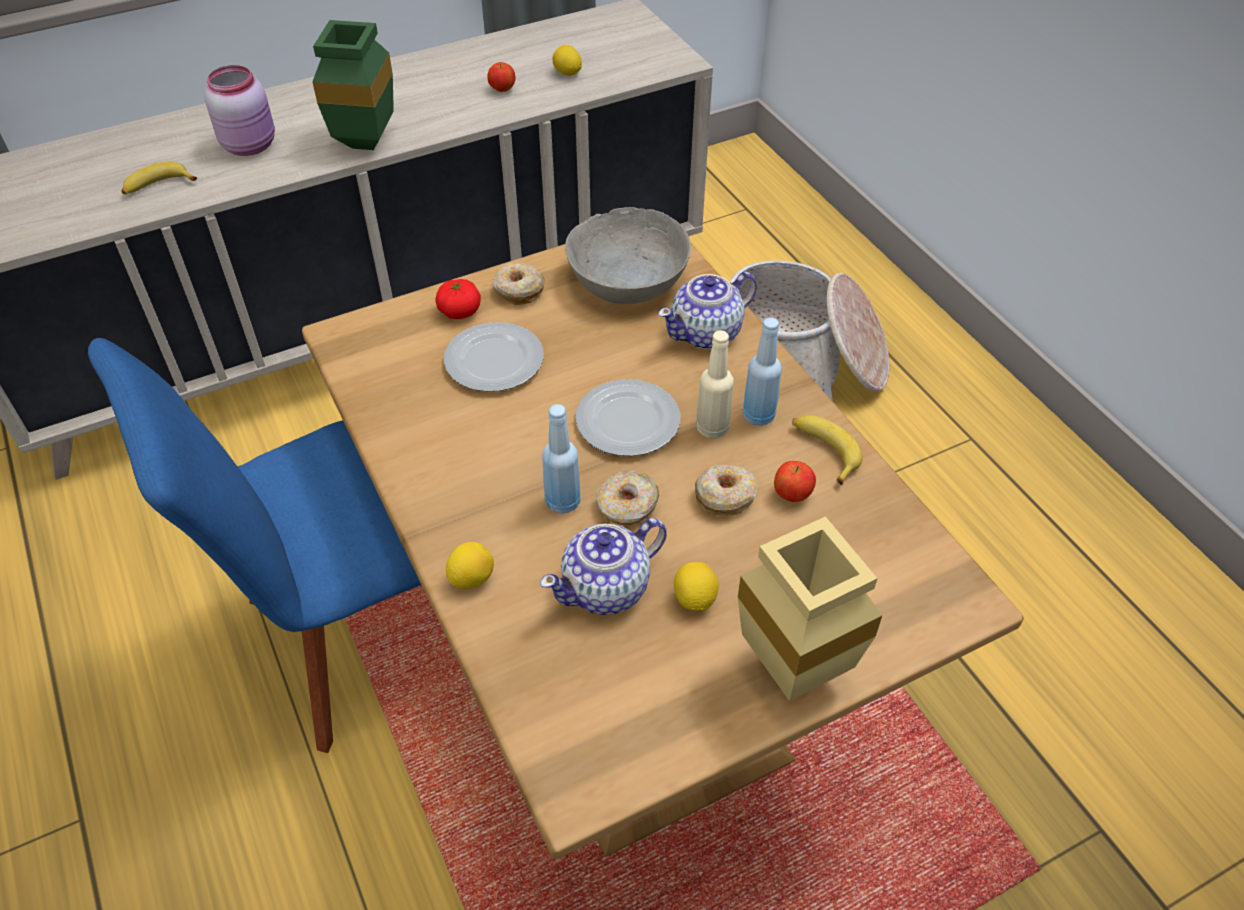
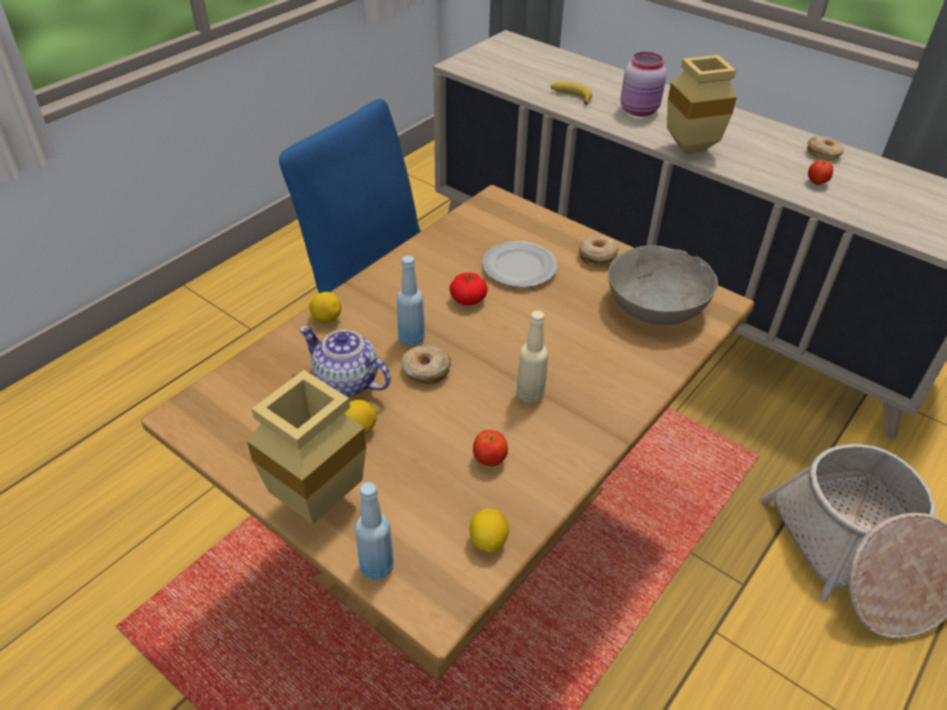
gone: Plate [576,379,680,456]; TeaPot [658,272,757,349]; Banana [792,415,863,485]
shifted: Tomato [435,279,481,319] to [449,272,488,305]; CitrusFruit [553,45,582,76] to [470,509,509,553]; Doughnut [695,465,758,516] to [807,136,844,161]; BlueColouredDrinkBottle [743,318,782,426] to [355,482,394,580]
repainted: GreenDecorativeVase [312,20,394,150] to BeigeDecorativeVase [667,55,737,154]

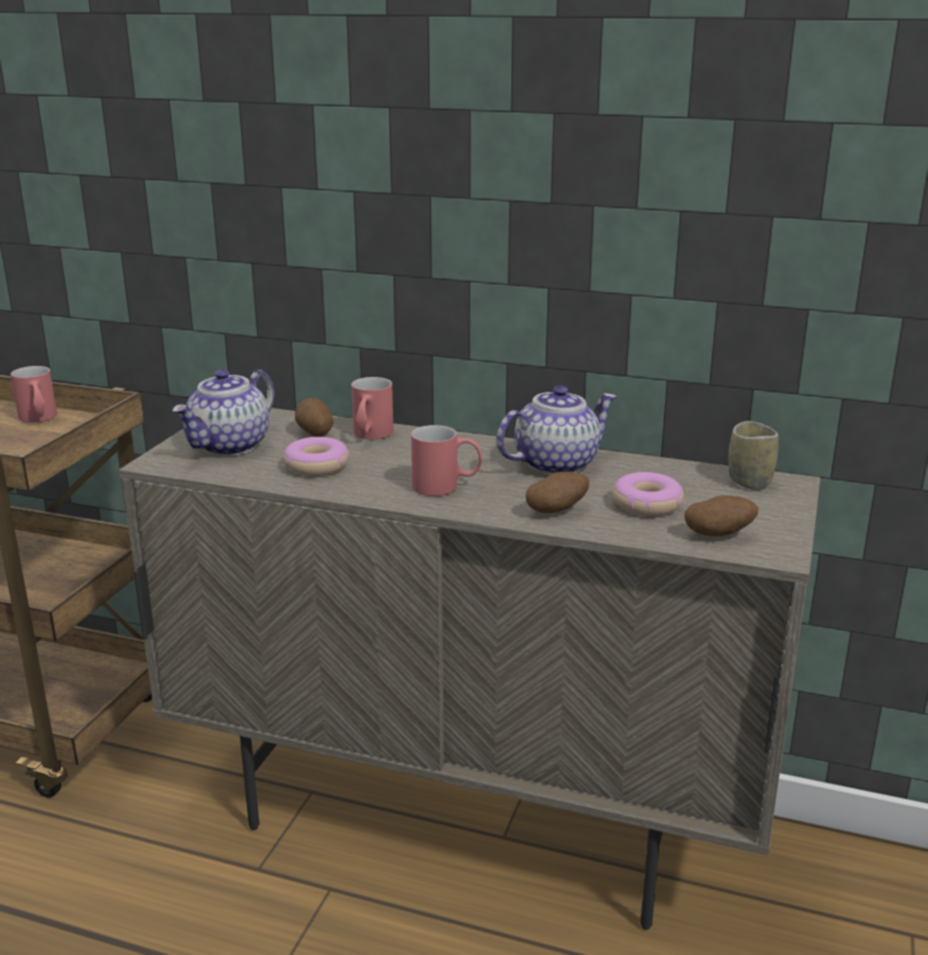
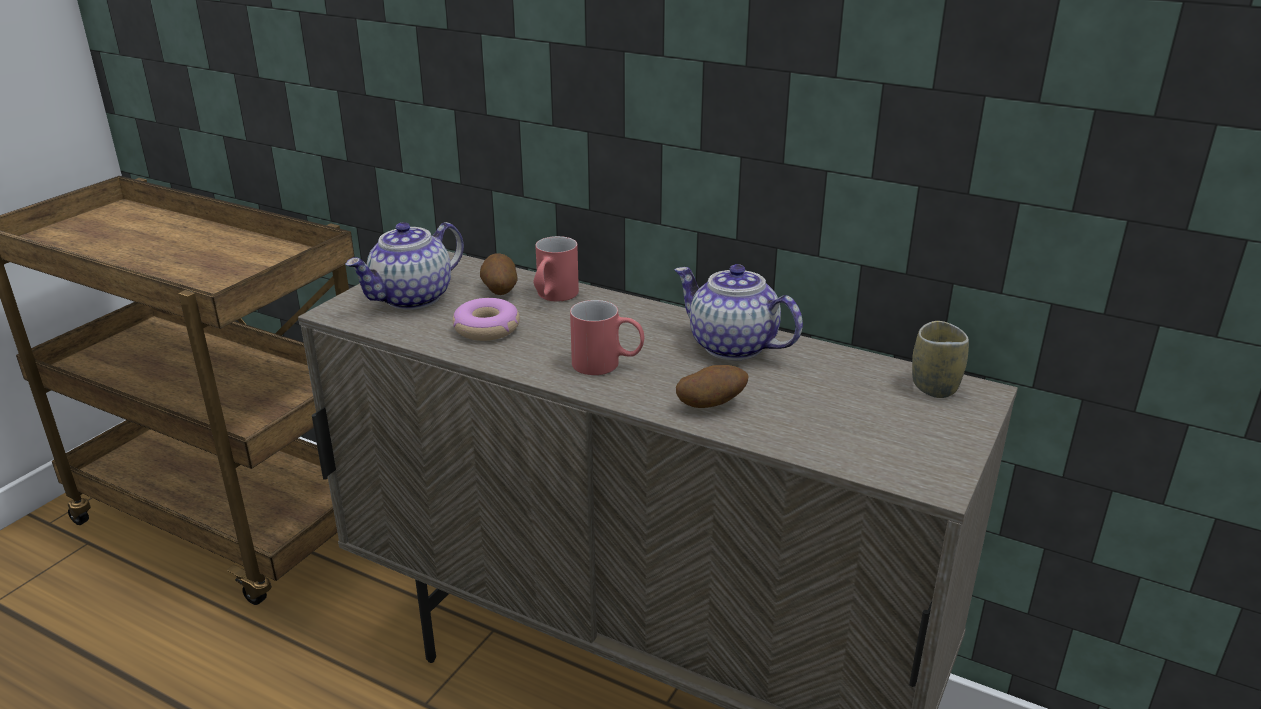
gone: RedMug [11,366,57,423]; Doughnut [612,472,684,516]; WholePotato [684,495,759,536]
rotated: TeaPot [496,385,617,475] = [674,264,803,361] 120 degrees counterclockwise

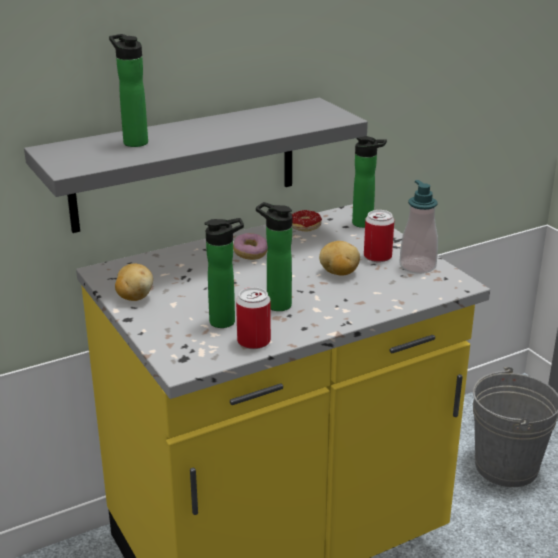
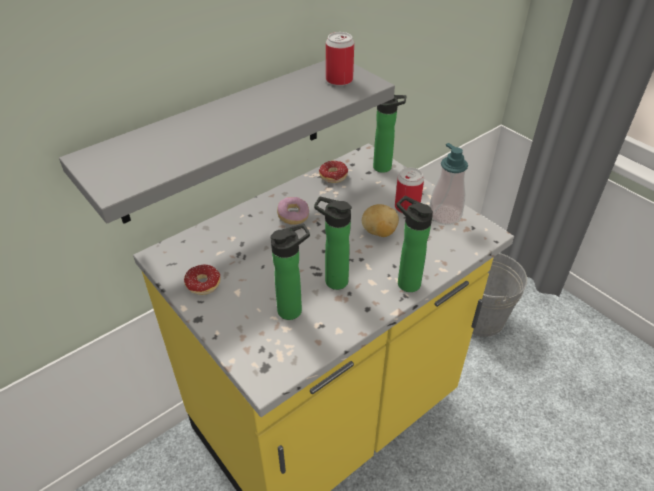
shifted: DrinkBottle [109,34,148,147] to [396,196,433,292]; Can [236,287,271,349] to [326,32,354,86]
swapped: WholePotato [115,264,153,301] to Doughnut [184,265,220,295]

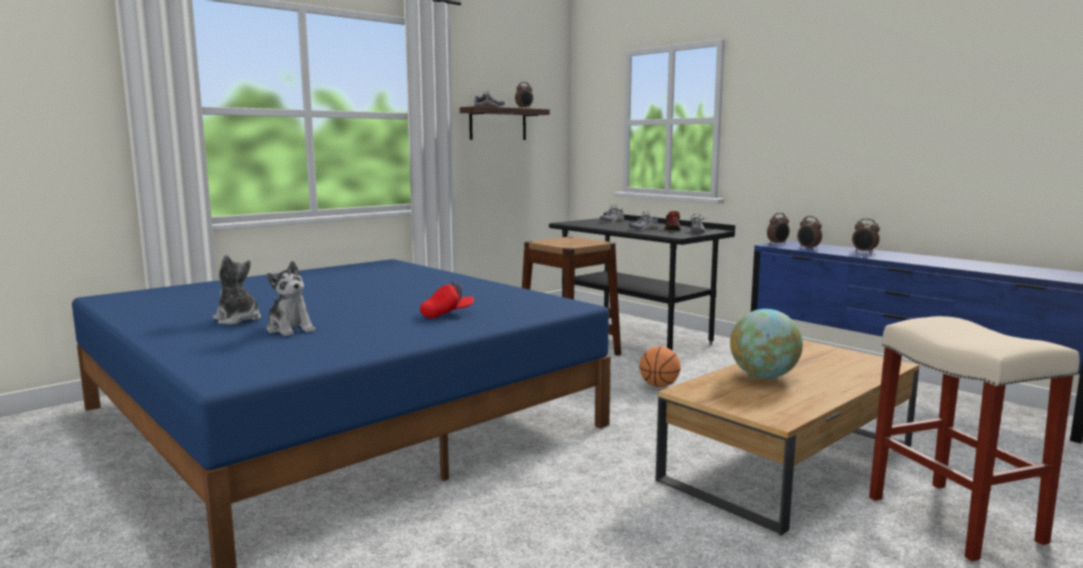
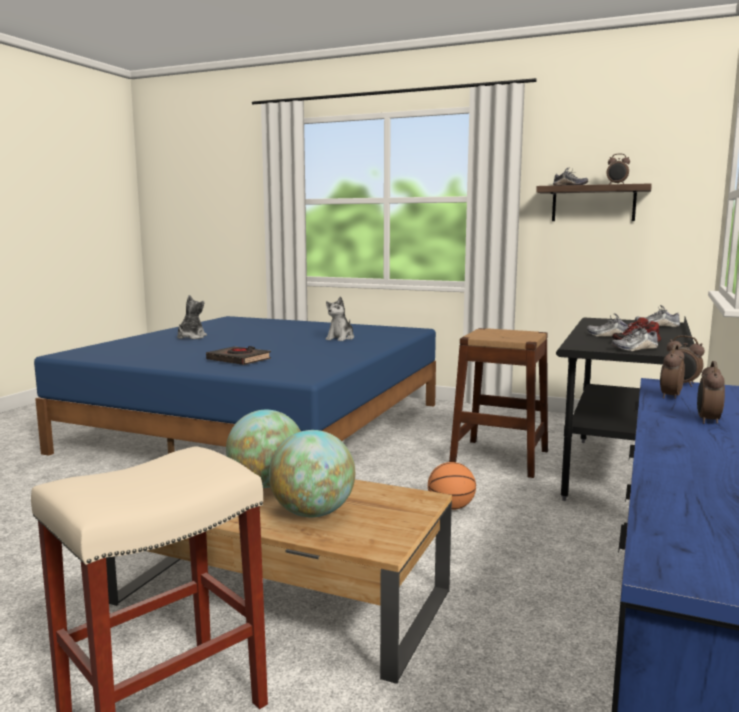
new: Globe [269,430,355,518]
shifted: CuddlyToy [266,261,315,336] to [325,296,354,341]
swapped: RedBaseballCap [420,281,474,318] to BlackBoundBook [206,346,271,365]

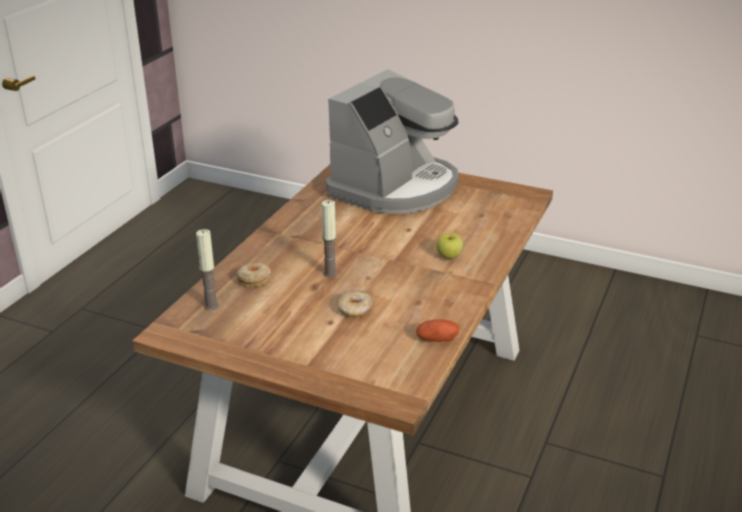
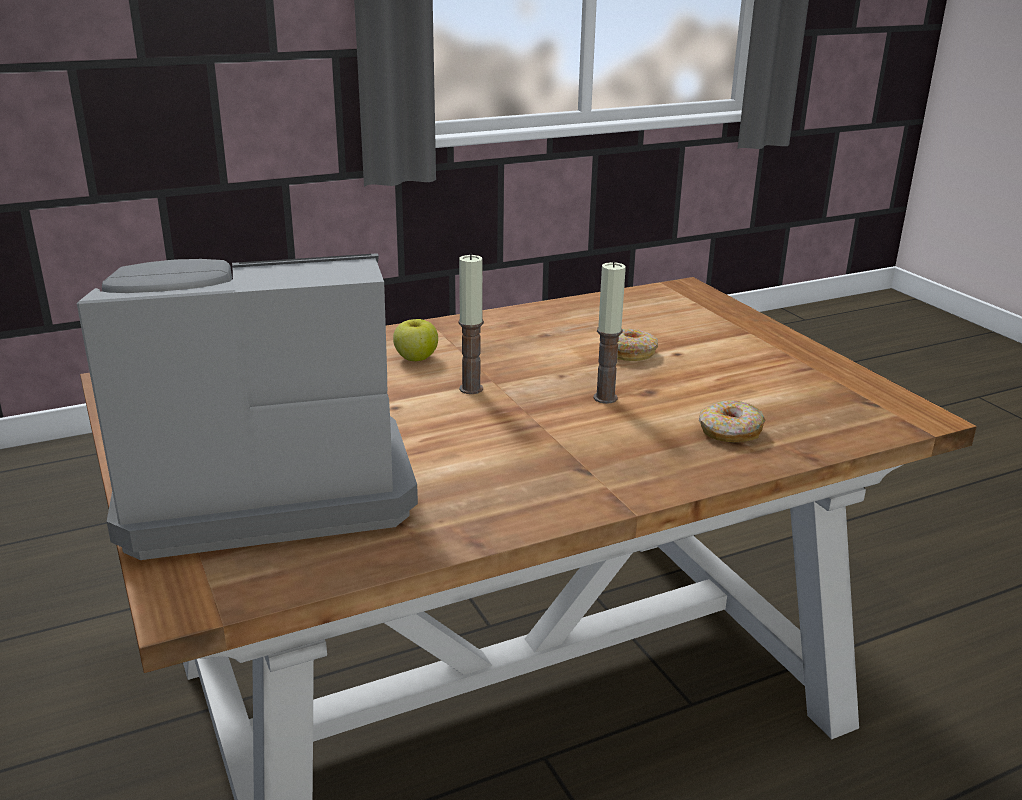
gone: WholePotato [416,319,459,342]
shifted: WaxCandle [196,229,219,310] to [459,254,484,394]

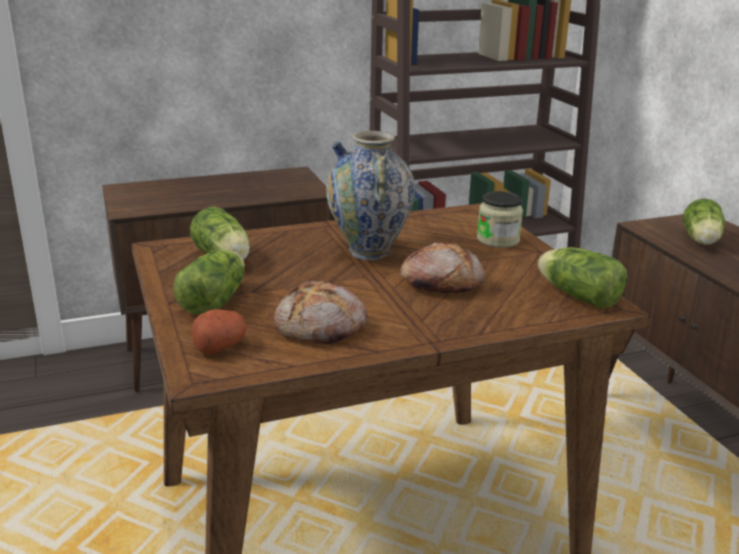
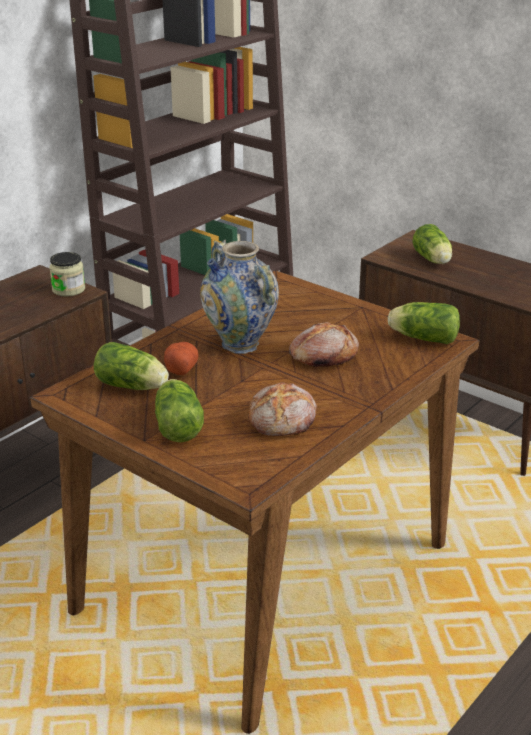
shifted: WholePotato [192,309,247,355] to [164,342,199,375]; StorageJar [477,191,523,248] to [50,252,85,297]

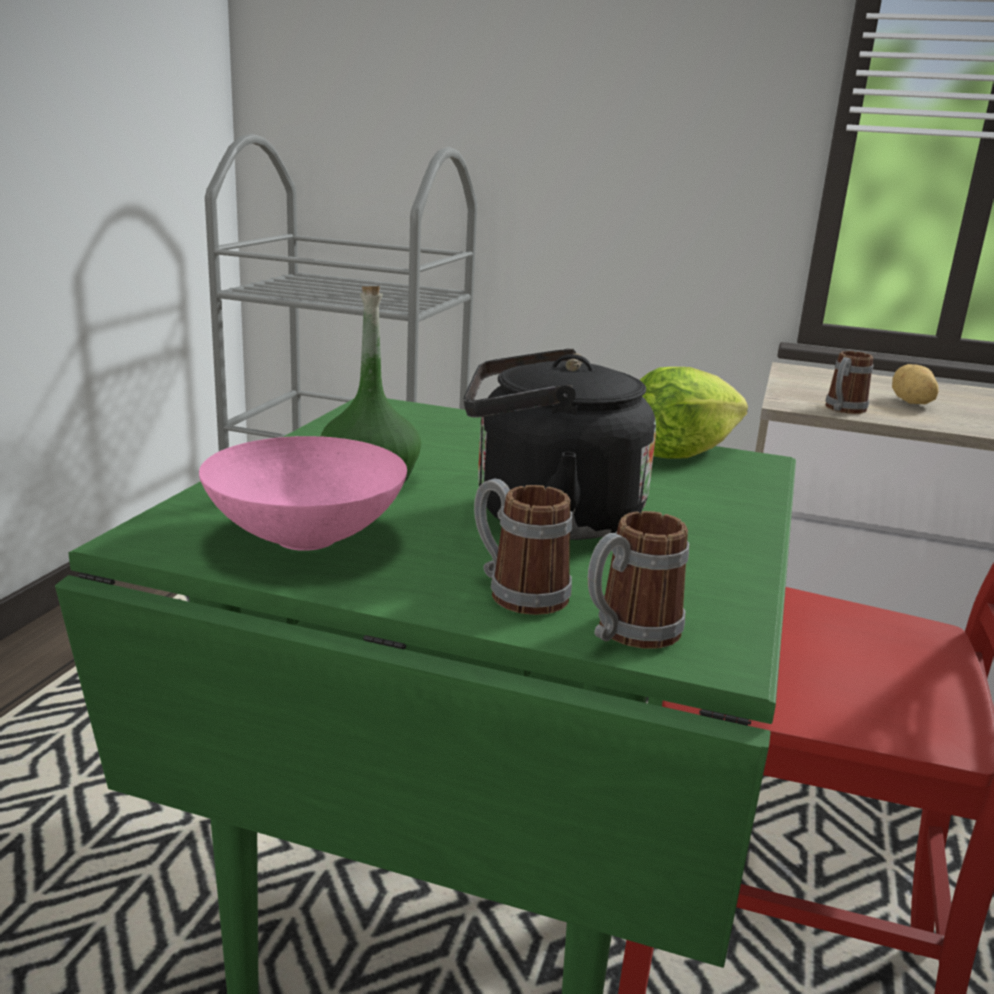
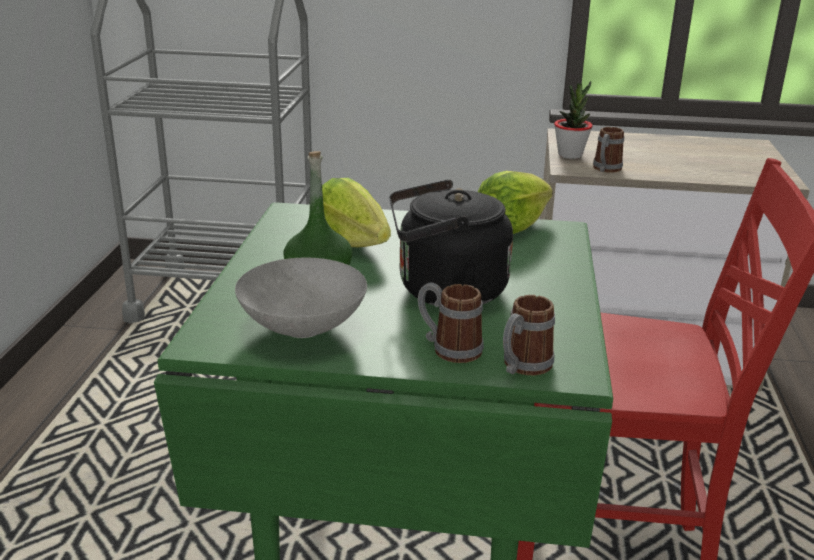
gone: WholePotato [892,364,939,404]
new: LettuceHead [322,178,391,247]; PlantInAPot [554,81,593,159]
repainted: PinkDeepDish [199,436,407,551] to GreyDeepDish [235,257,367,338]

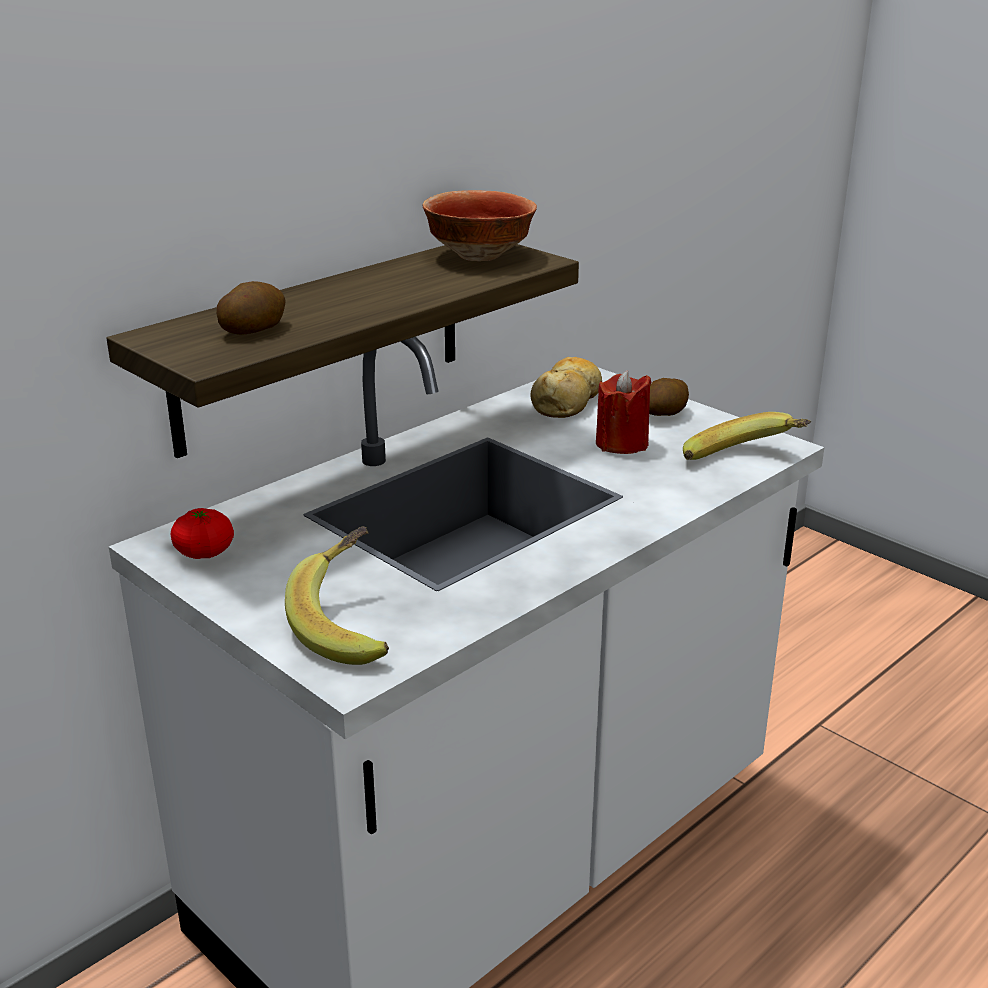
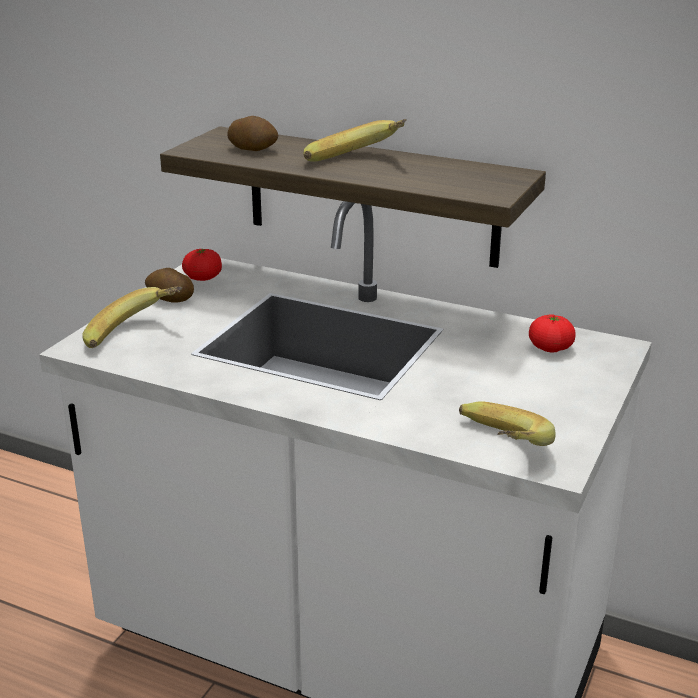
gone: DeepDish [423,190,537,261]; RedWaxCandle [596,370,651,454]
new: Banana [304,119,407,162]
shifted: WholePotato [649,378,689,416] to [145,268,194,303]
swapped: BakeryBread [530,357,602,418] to Tomato [529,314,576,352]

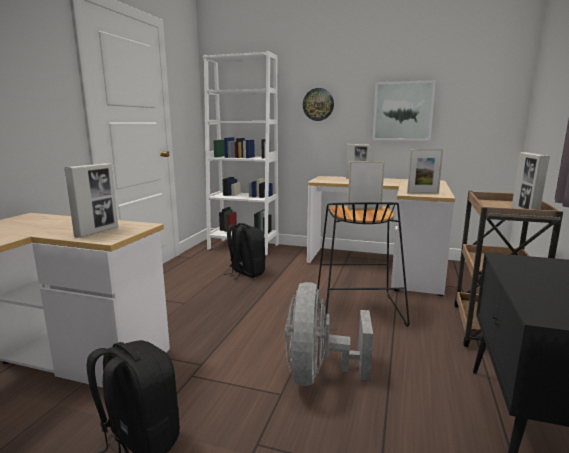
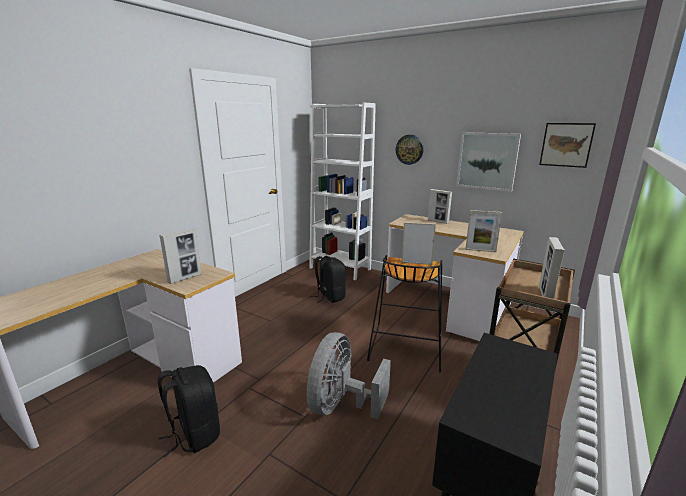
new: WallPicture [539,123,596,168]

